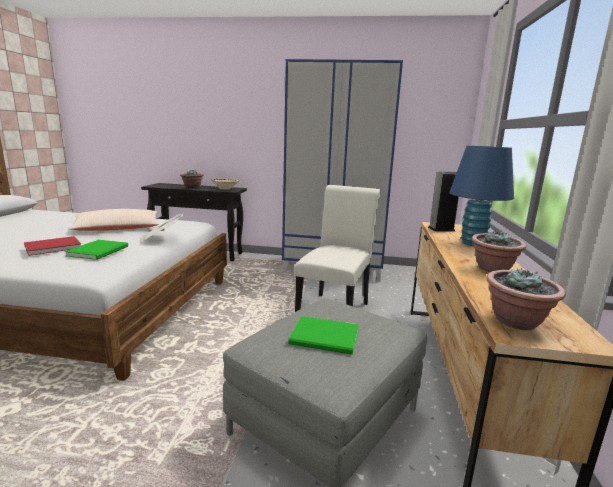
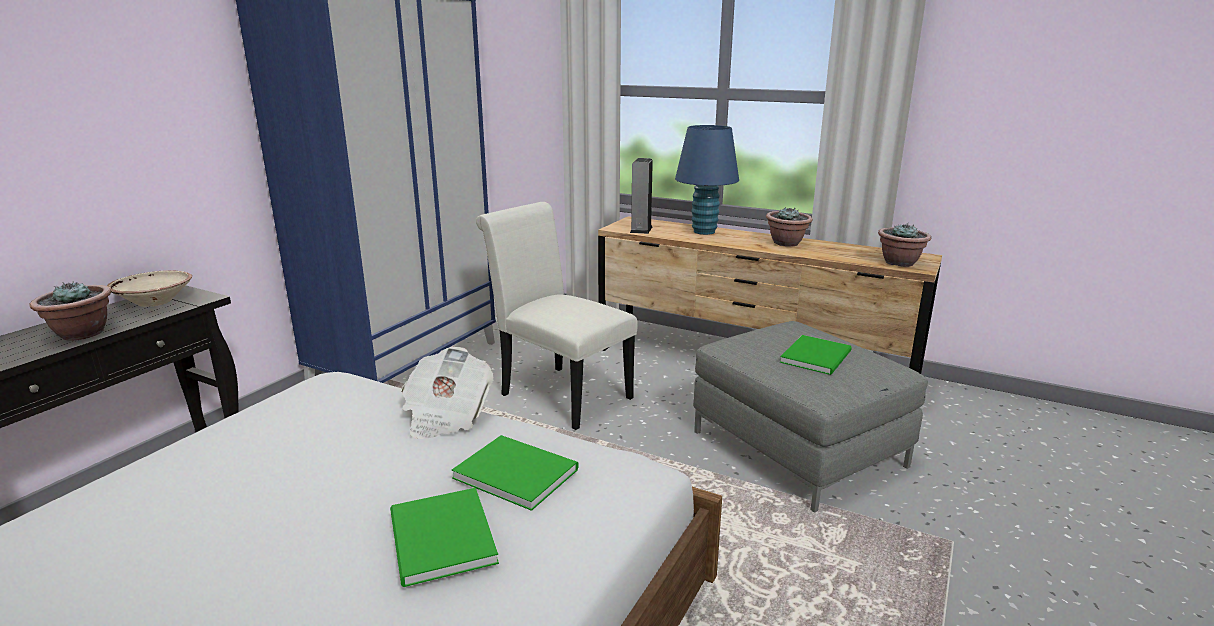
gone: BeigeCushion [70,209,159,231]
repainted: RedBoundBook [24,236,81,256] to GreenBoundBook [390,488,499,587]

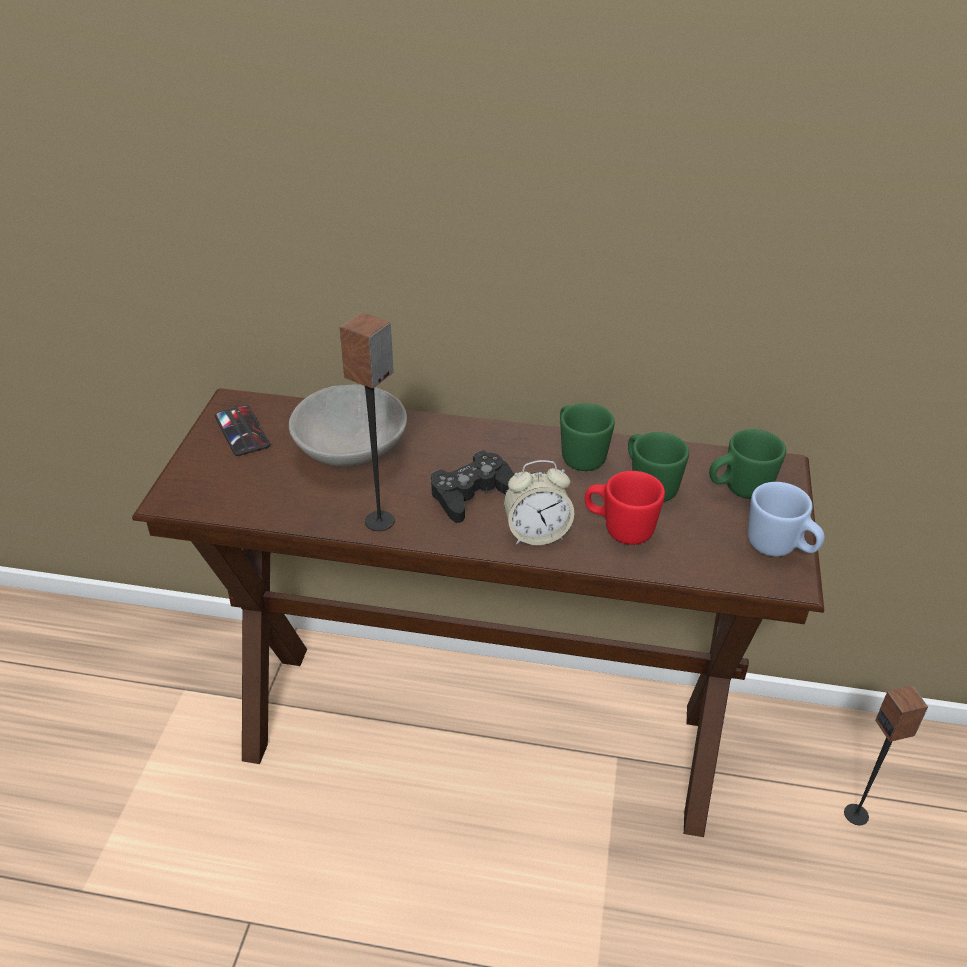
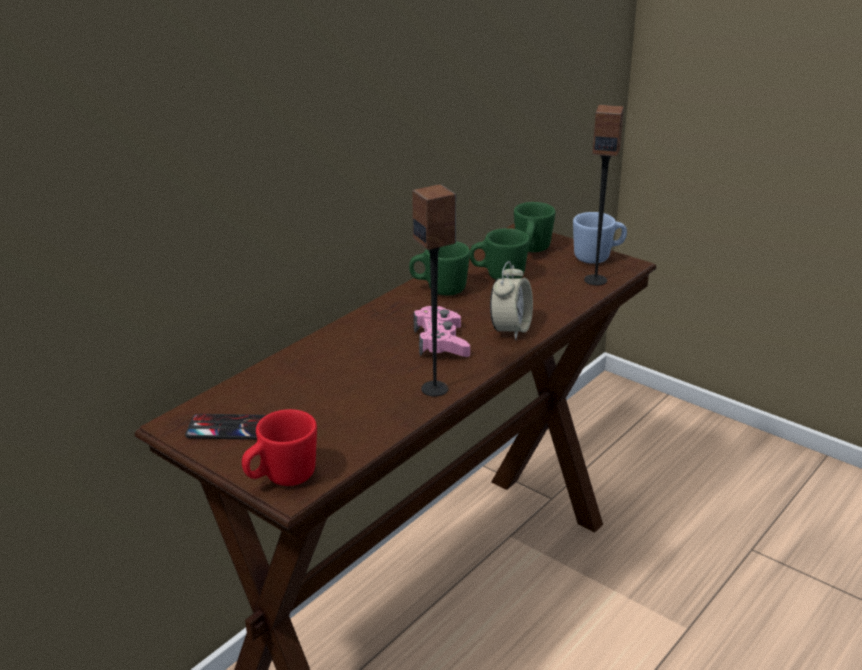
gone: GreyDeepDish [289,384,407,467]
shifted: RedMug [585,471,665,545] to [242,409,317,486]; Speaker [844,686,928,826] to [584,105,624,285]
repainted: BlackJoypad [431,450,515,523] to PinkJoypad [414,306,470,357]

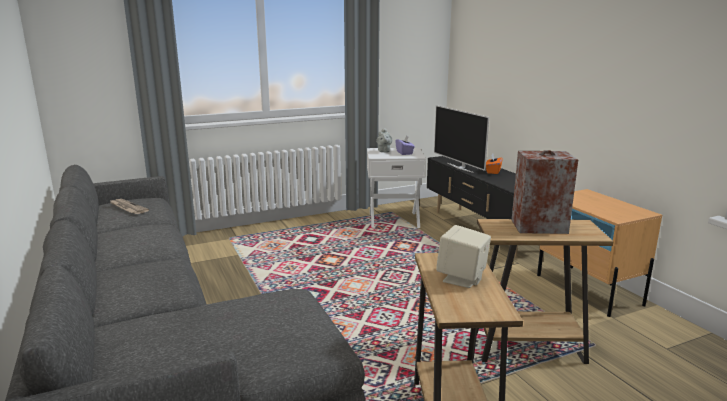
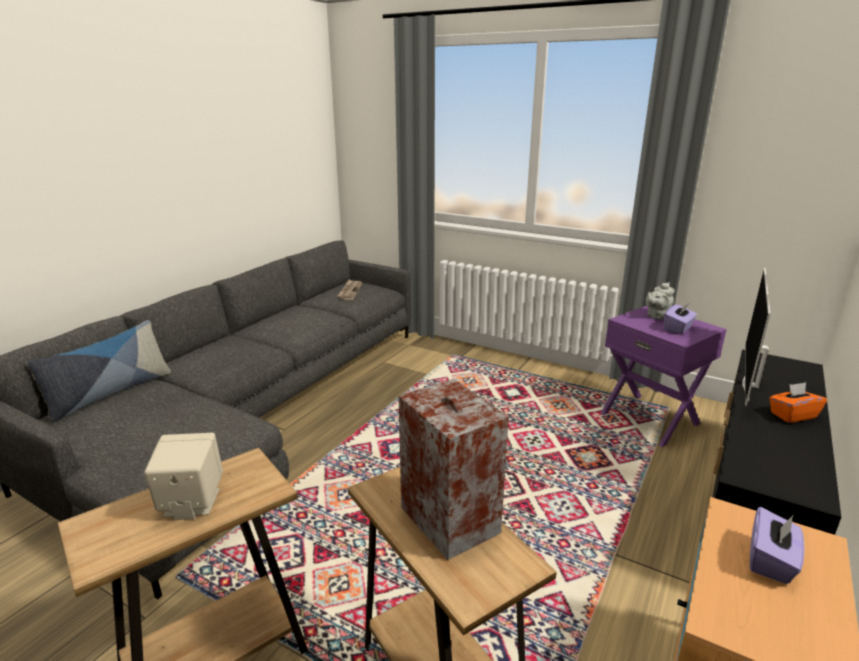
new: Cushion [26,320,171,422]; PurpleColouredTissueHolder [750,507,804,584]
repainted: WhitishEndTable [367,148,426,228] to PurpleColouredEndTable [600,306,727,447]

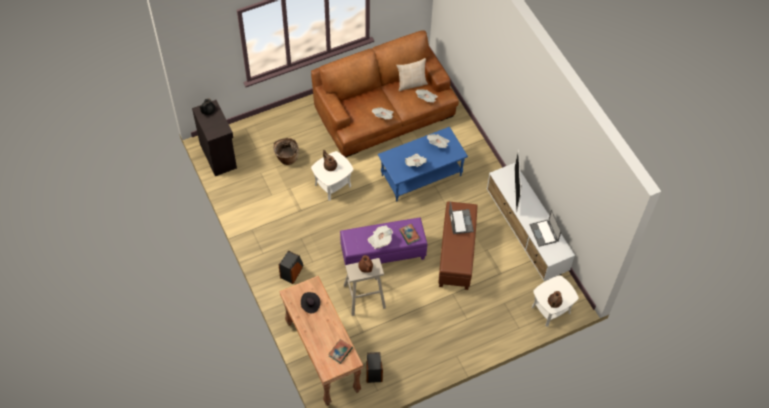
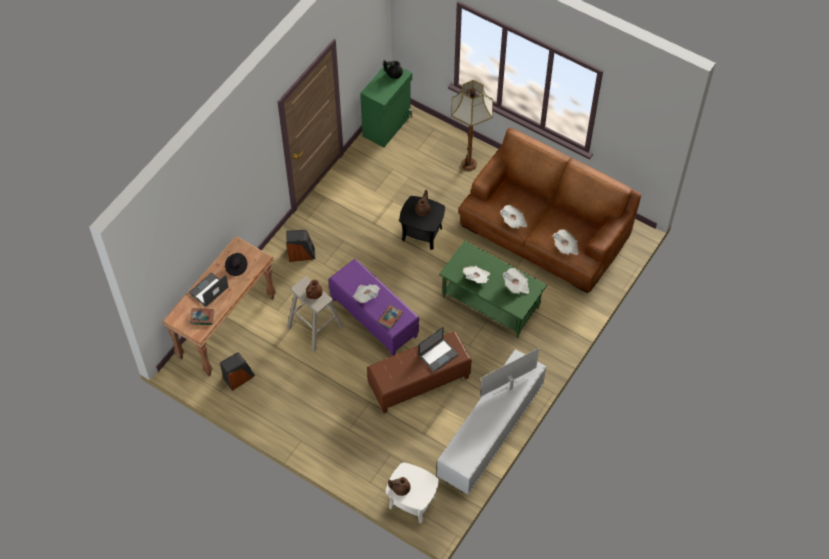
gone: Basket [273,138,299,165]; BeigeCushion [396,58,428,91]
new: FloorLamp [451,80,493,171]
shifted: Laptop [529,210,561,247] to [188,272,229,307]
repainted: BlackCupboard [192,100,237,176] to GreenCupboard [360,61,412,147]; WhitishEndTable [311,151,353,201] to BlackEndTable [399,196,445,250]; BlueColouredLowTable [378,127,468,201] to GreenLowTable [439,241,547,338]

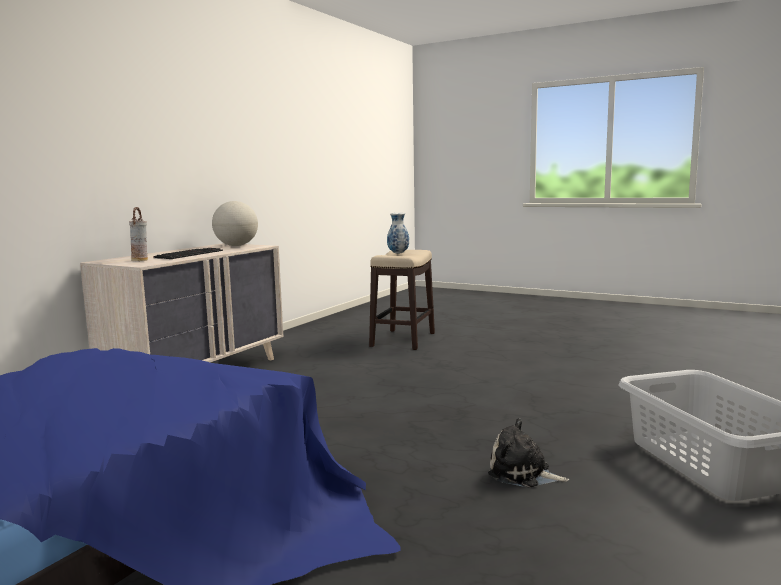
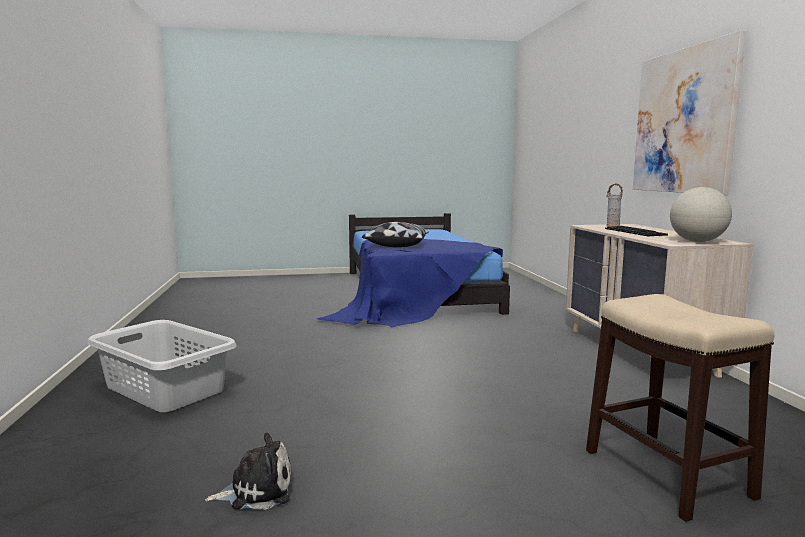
gone: DecorativeVase [387,213,409,253]
new: Cushion [362,222,429,247]; WallPicture [633,30,746,195]
shifted: CuddlyToy [488,418,569,488] to [205,433,291,510]

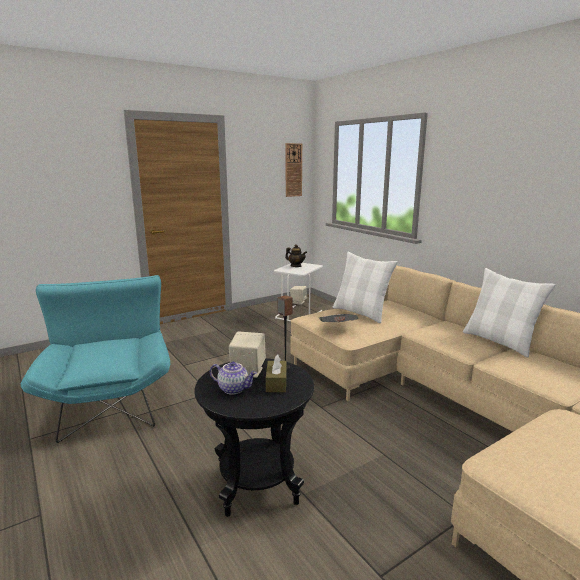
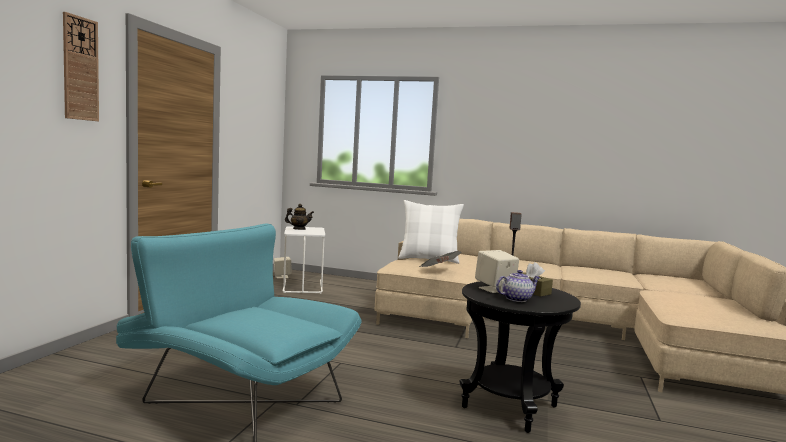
gone: WhitishCushion [463,268,556,357]
shifted: ClockOnTheWall [286,143,302,197] to [63,12,99,121]

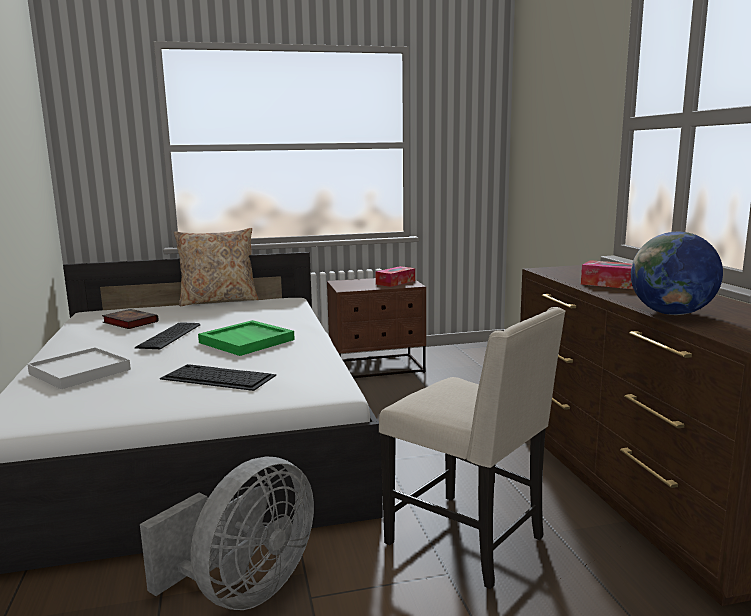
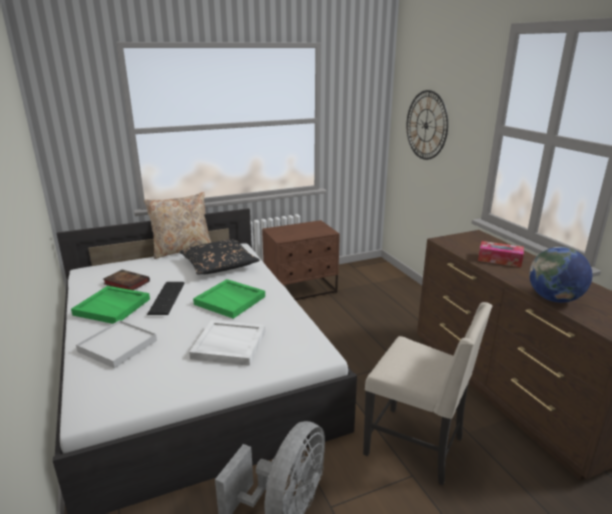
gone: TissueHolder [376,266,415,287]
new: GreenCarryingTray [71,286,150,324]; BlackCushion [180,240,260,274]; ClockOnTheWall [407,90,448,160]
swapped: Keyboard [160,364,276,391] to WhitishCarryingTray [189,320,265,366]

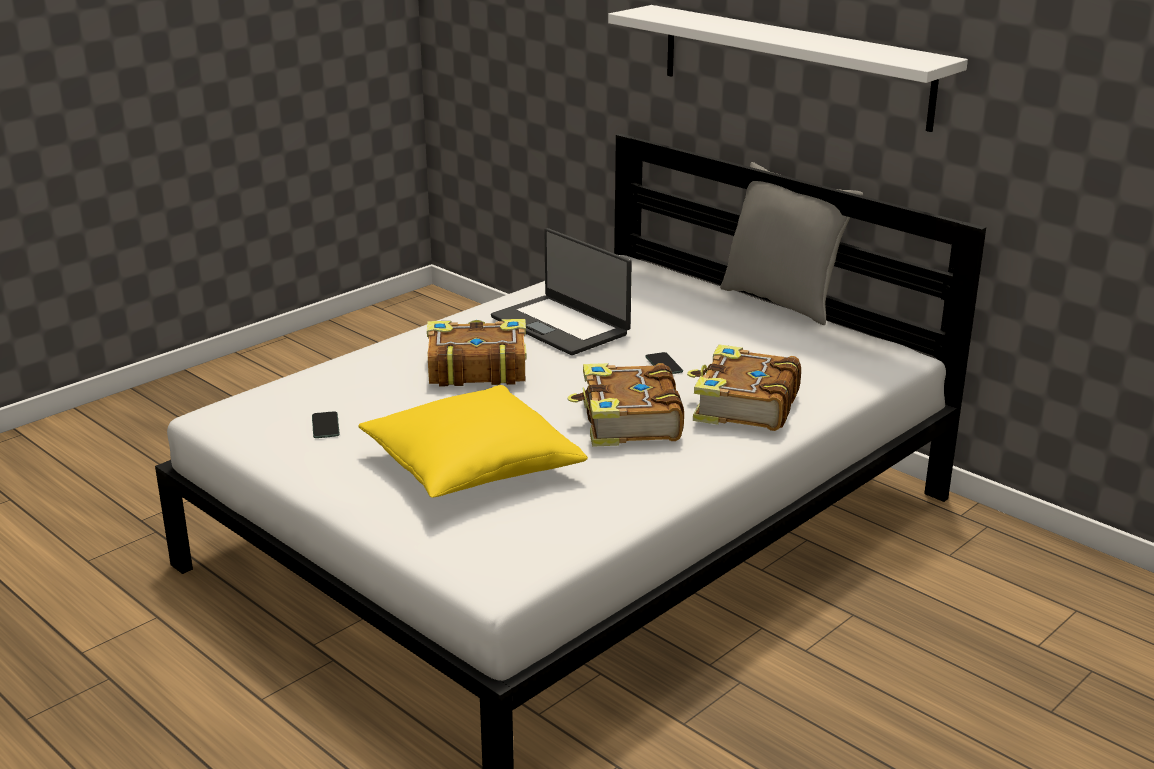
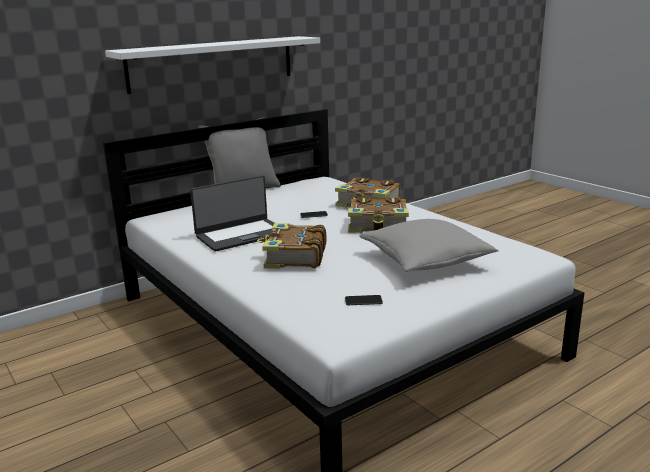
repainted: YellowishCushion [358,385,588,498] to GreyCushion [359,219,499,272]

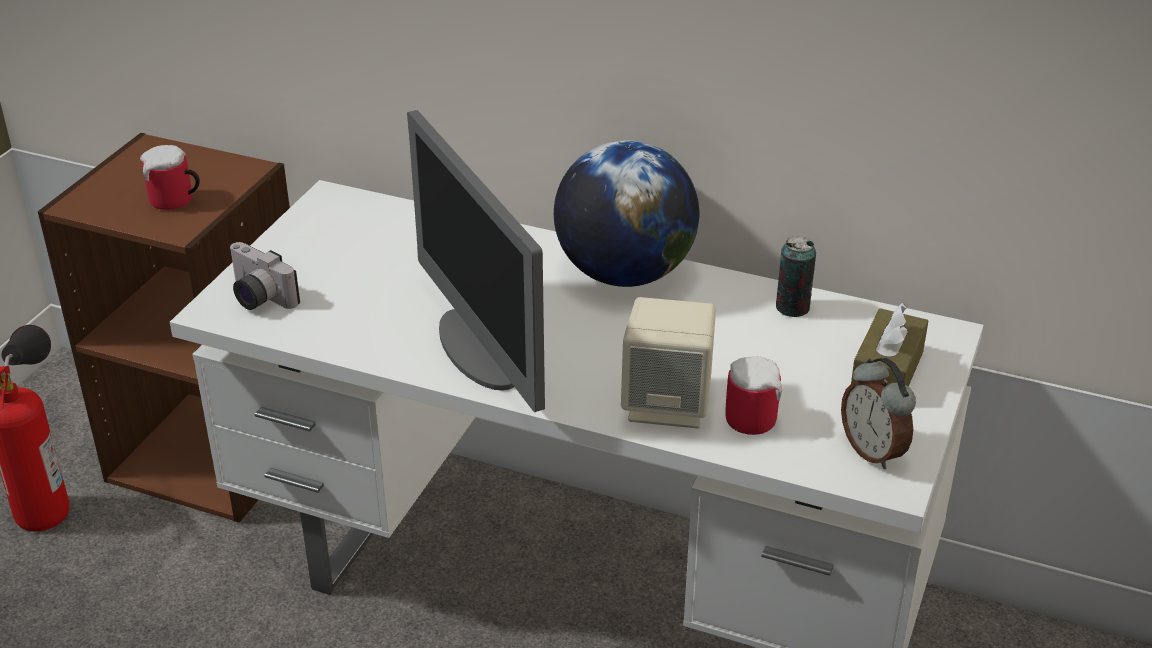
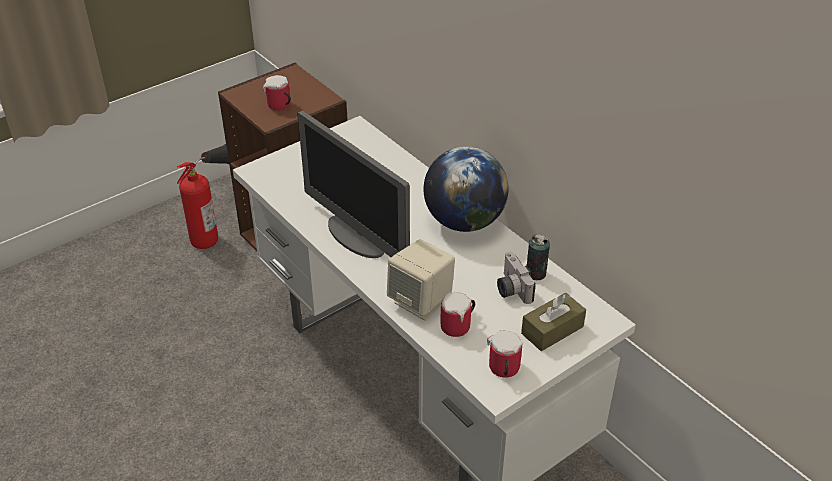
shifted: PhotoCamera [229,242,300,310] to [497,252,536,304]
swapped: AlarmClock [841,358,916,469] to Mug [487,330,522,378]
rotated: ComputerDisplay [407,110,545,412] = [297,110,410,258] 45 degrees counterclockwise

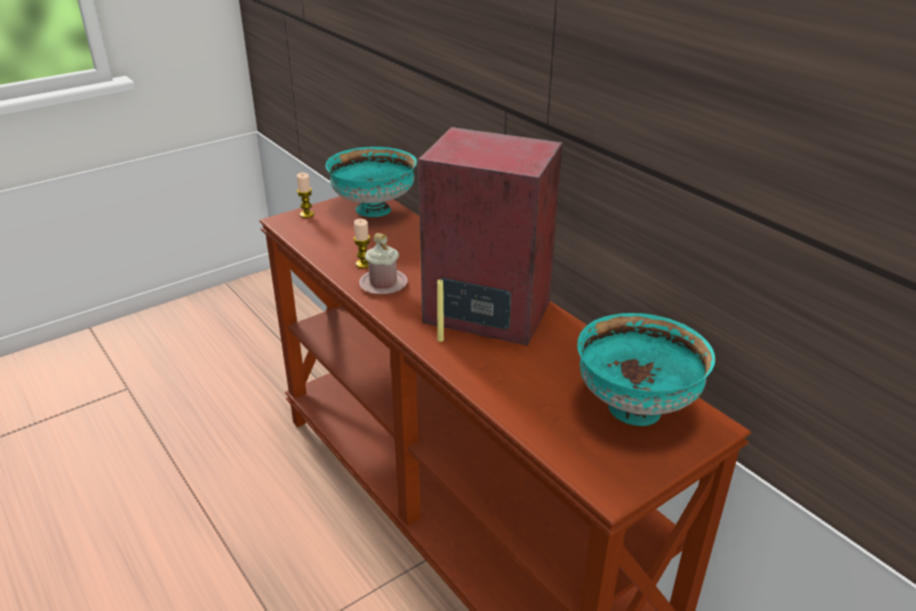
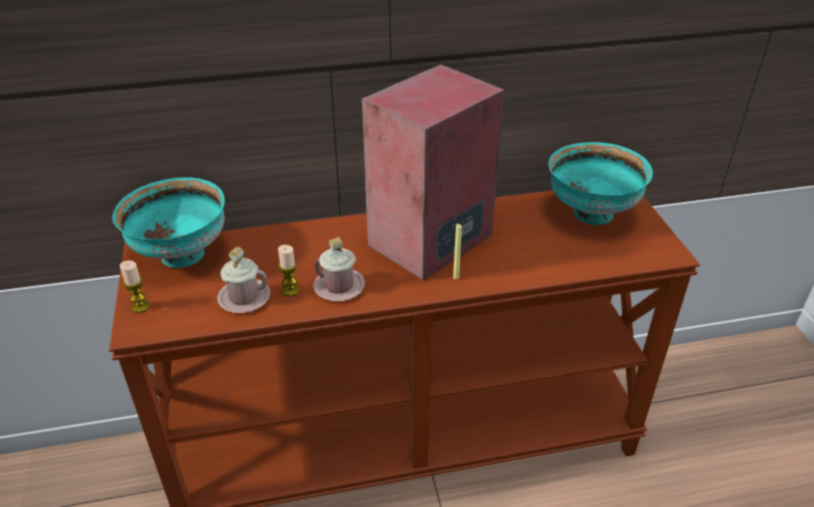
new: PinkMug [217,247,271,313]

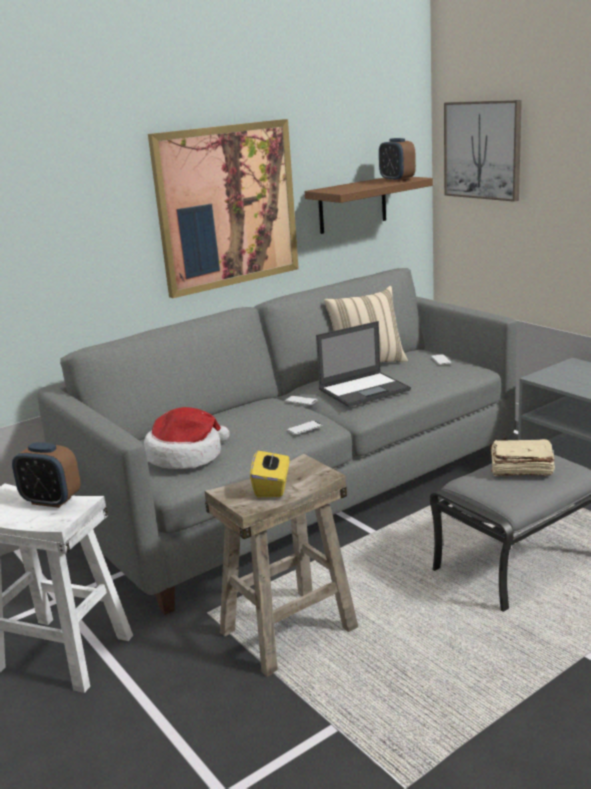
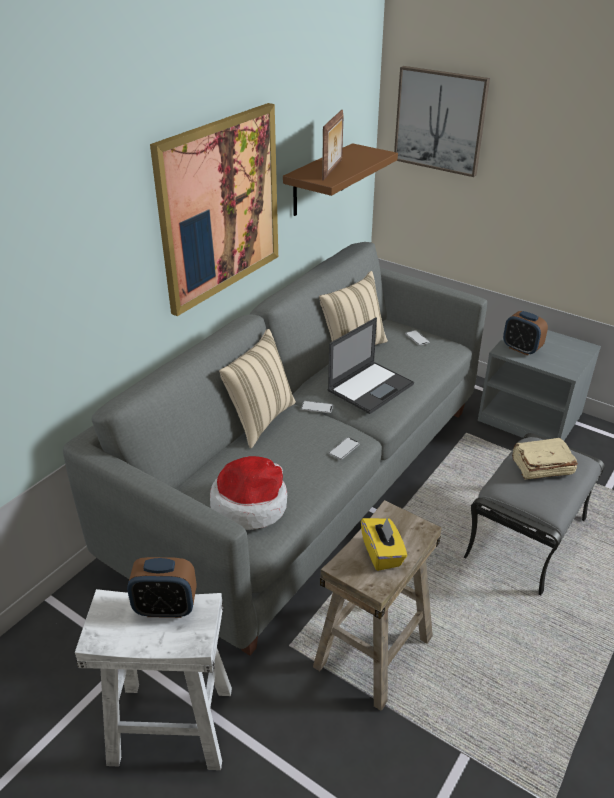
new: BeigeCushion [219,329,296,448]; PhotoFrame [322,110,343,180]
shifted: AlarmClock [379,138,416,182] to [503,311,548,355]

